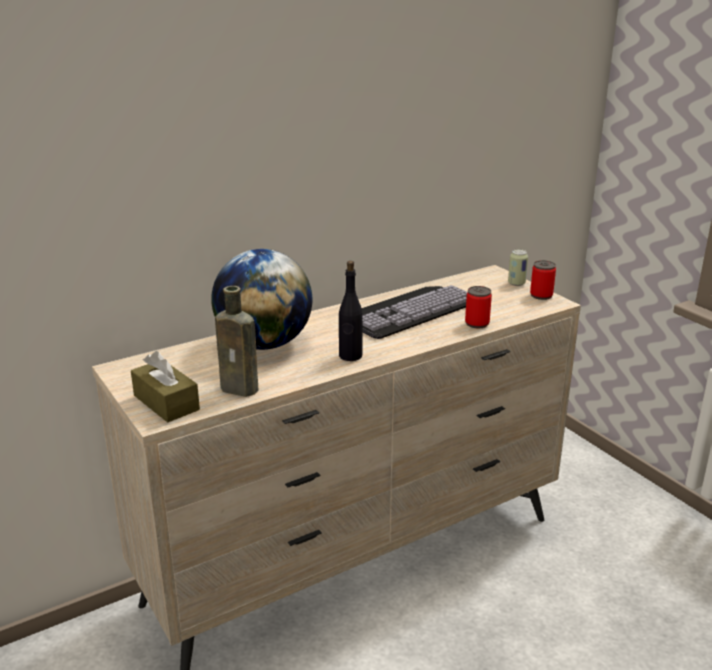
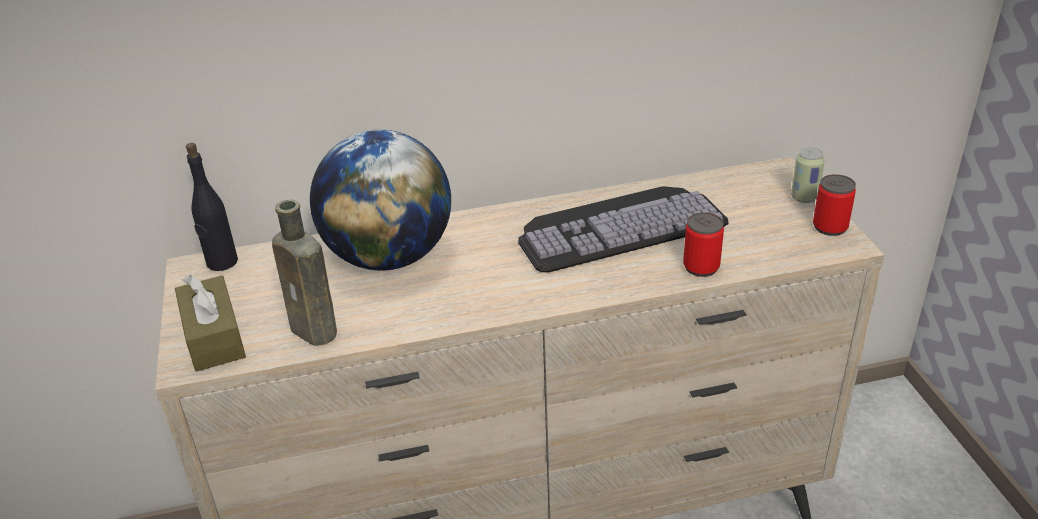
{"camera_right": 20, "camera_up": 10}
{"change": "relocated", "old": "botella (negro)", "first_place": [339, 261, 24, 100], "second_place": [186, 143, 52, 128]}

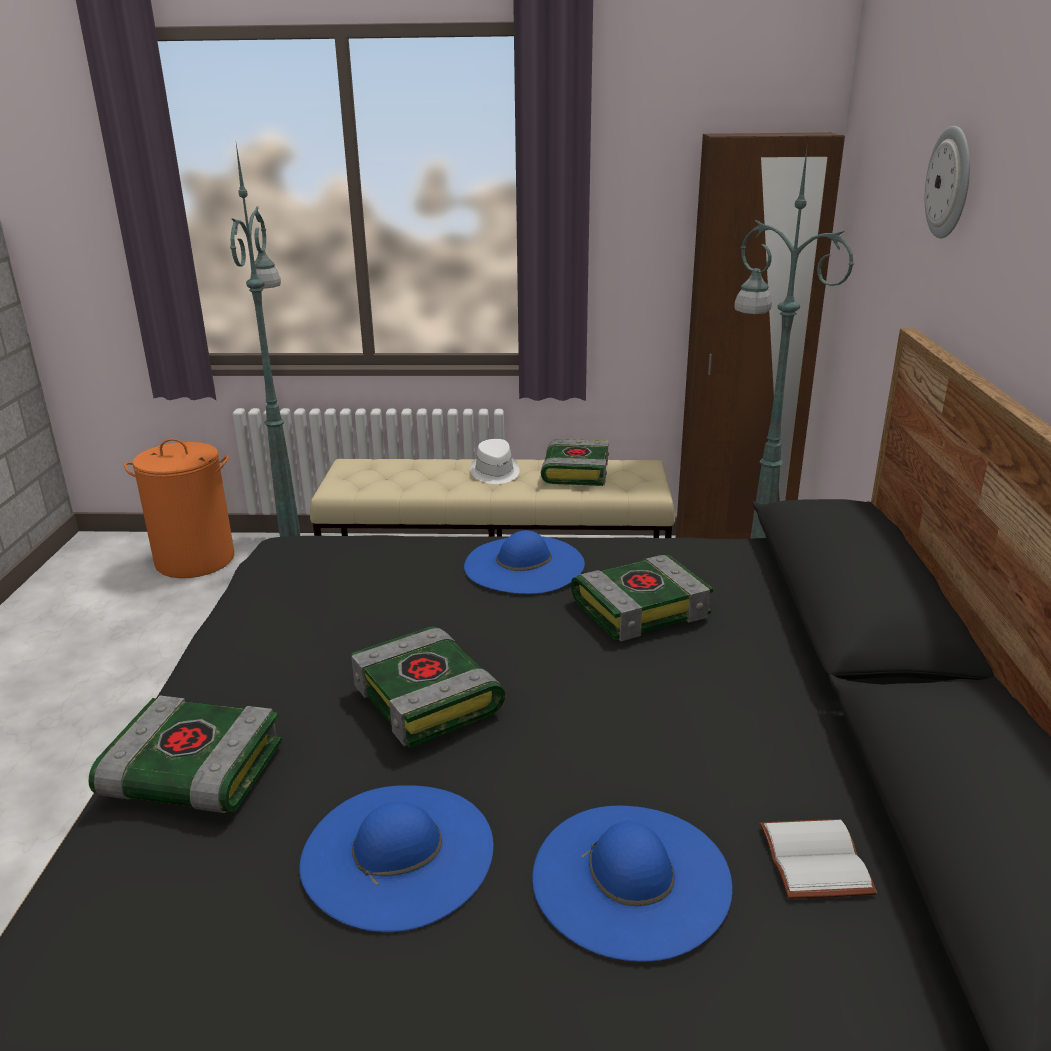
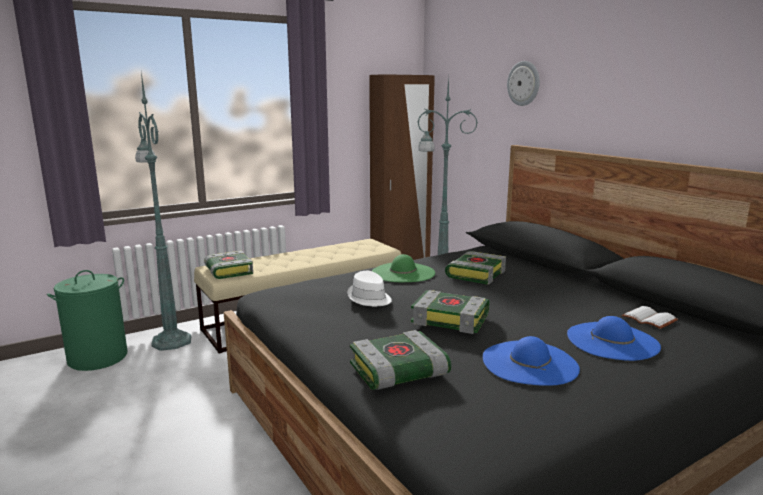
{"camera_right": -35, "camera_up": -10}
{"change": "relocated", "old": "sombrero (blanco)", "first_place": [470, 439, 50, 45], "second_place": [347, 271, 45, 35]}
{"change": "relocated", "old": "libro", "first_place": [541, 439, 68, 47], "second_place": [204, 251, 49, 28]}
{"change": "colour", "old": "cesto de la ropa (naranja)", "new": "cesto de la ropa (verde)", "first_place": [124, 439, 110, 139], "second_place": [47, 270, 80, 101]}
{"change": "colour", "old": "sombrero (azul)", "new": "sombrero (verde)", "first_place": [464, 530, 121, 64], "second_place": [372, 254, 63, 28]}

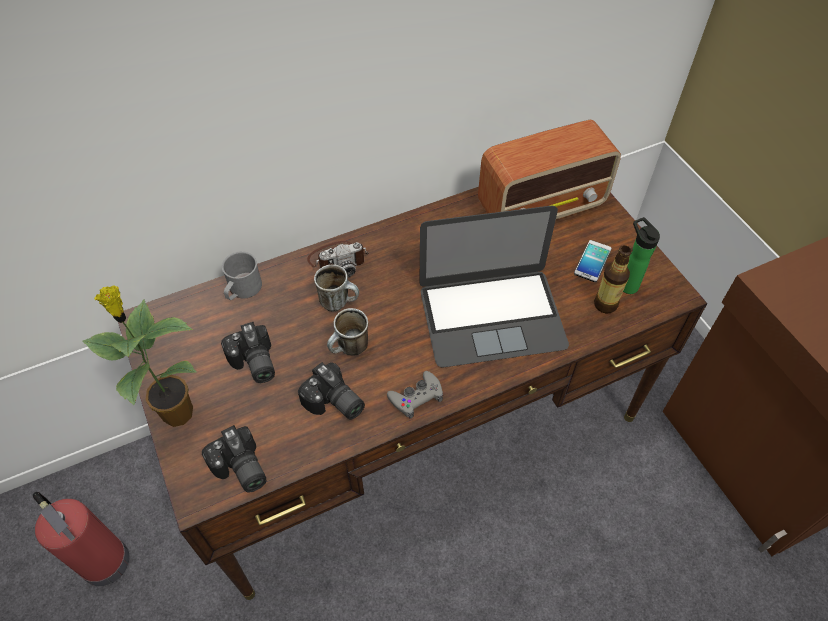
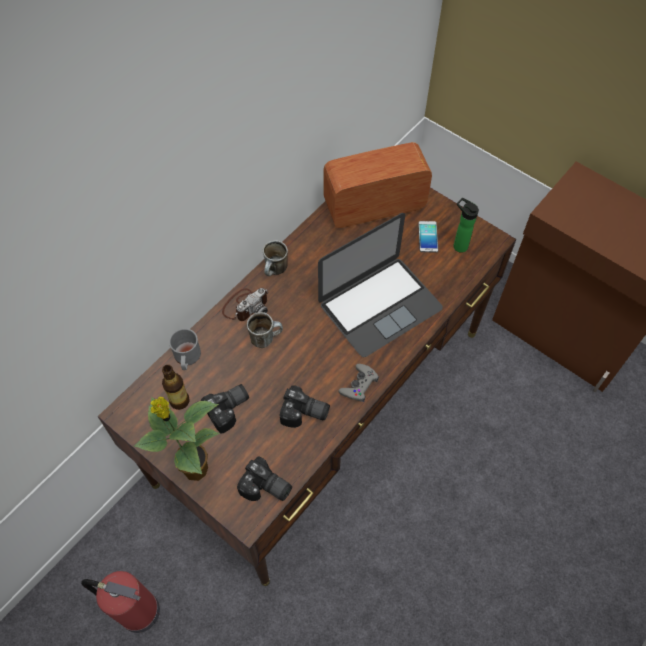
{"camera_right": -25, "camera_up": 5}
{"change": "relocated", "old": "taza grande", "first_place": [327, 308, 41, 47], "second_place": [263, 240, 25, 36]}
{"change": "relocated", "old": "botella", "first_place": [594, 245, 38, 69], "second_place": [162, 365, 28, 45]}
{"change": "spun", "old": "cámara", "first_place": [221, 322, 54, 61], "second_place": [201, 384, 48, 50], "degrees": -75}
{"change": "spun", "old": "radio", "first_place": [478, 120, 143, 99], "second_place": [323, 142, 109, 86], "degrees": -150}

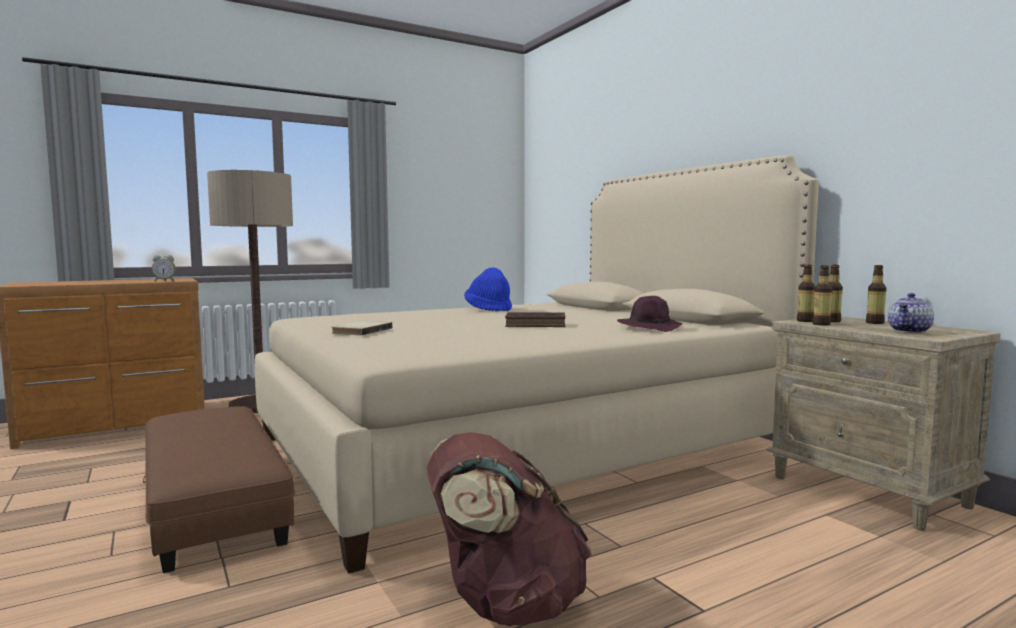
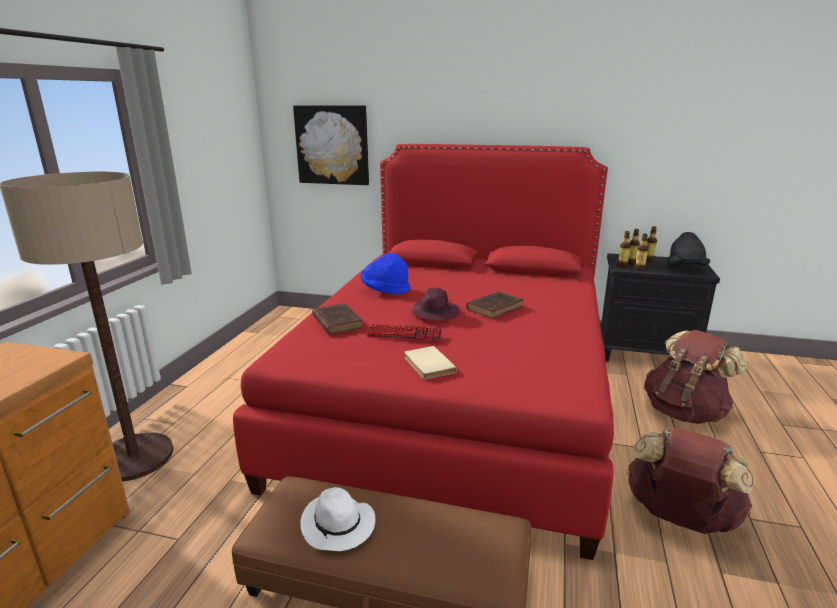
{"camera_right": -45, "camera_up": 15}
{"change": "missing", "old": "despertador", "first_place": [152, 255, 24, 27]}
{"change": "appeared", "new": "cuadro", "second_place": [293, 105, 76, 80]}
{"change": "appeared", "new": "sombrero (blanco)", "second_place": [300, 487, 75, 64]}
{"change": "appeared", "new": "libro (marrón)", "second_place": [312, 303, 51, 32]}
{"change": "appeared", "new": "teclado", "second_place": [367, 324, 75, 16]}
{"change": "appeared", "new": "mochila (marrón)", "second_place": [644, 330, 103, 94]}
{"change": "relocated", "old": "sombrero (morado)", "first_place": [617, 296, 66, 36], "second_place": [411, 288, 48, 32]}
{"change": "exchanged", "old": "tetera", "new": "sombrero (negro)", "first_place": [888, 293, 46, 40], "second_place": [666, 232, 44, 34]}
{"change": "colour", "old": "cama (beis)", "new": "cama (rojo)", "first_place": [255, 155, 564, 419], "second_place": [233, 144, 381, 416]}
{"change": "colour", "old": "mesita de noche (beis)", "new": "mesita de noche (negro)", "first_place": [766, 316, 234, 215], "second_place": [600, 253, 120, 109]}

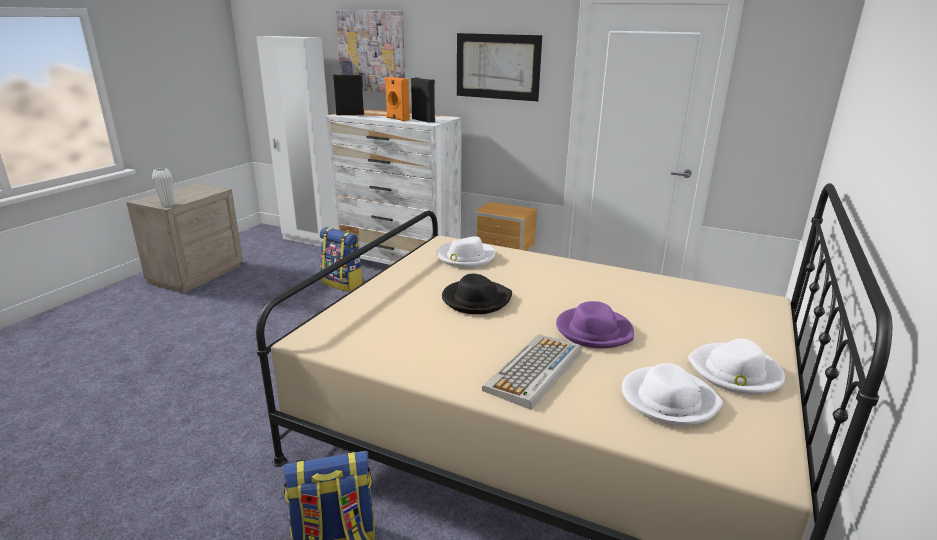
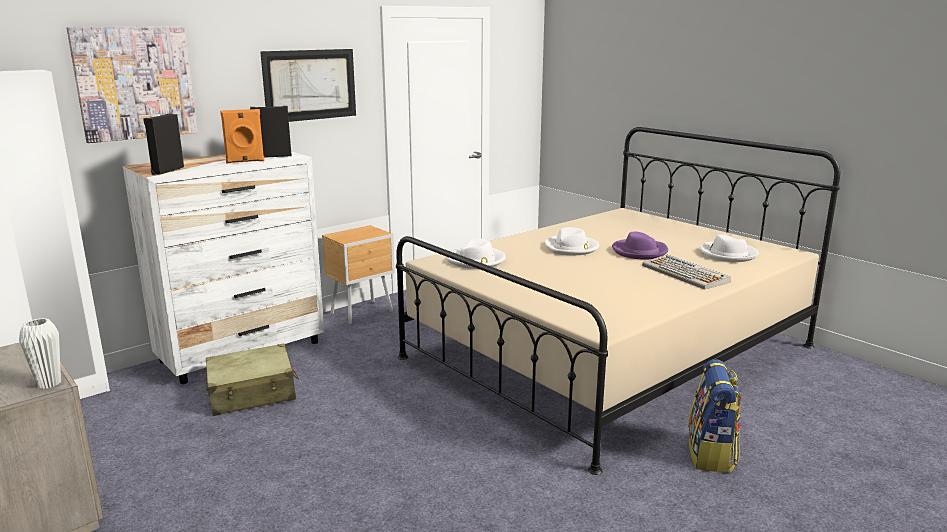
{"camera_right": -65, "camera_up": -5}
{"change": "missing", "old": "sombrero (negro)", "first_place": [442, 274, 70, 40]}
{"change": "relocated", "old": "sombrero (blanco)", "first_place": [688, 338, 97, 57], "second_place": [545, 227, 54, 29]}
{"change": "exchanged", "old": "mochila", "new": "maleta (beis)", "first_place": [320, 227, 43, 65], "second_place": [206, 344, 93, 72]}

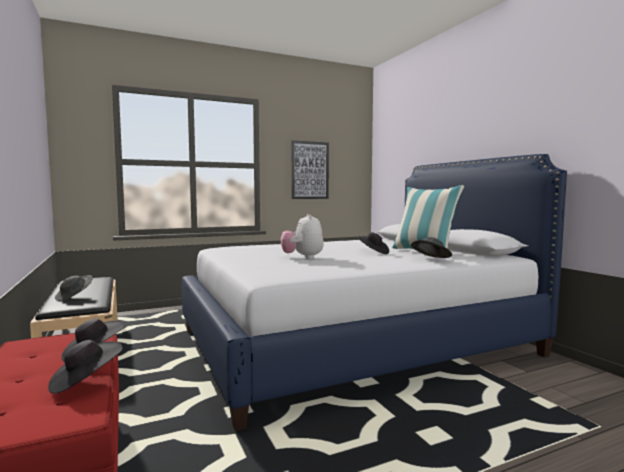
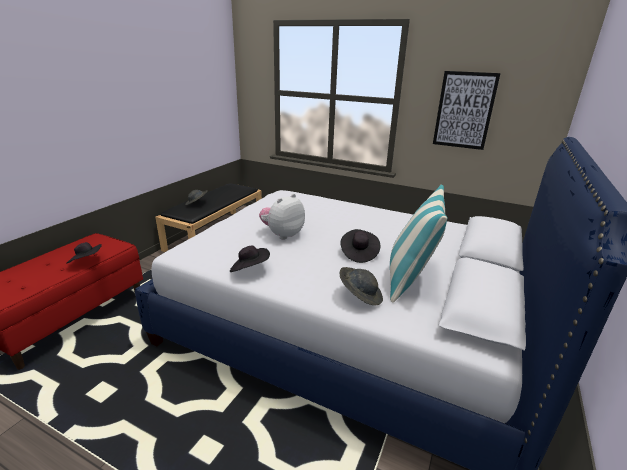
{"camera_right": 50, "camera_up": 20}
{"change": "relocated", "old": "sombrero (negro)", "first_place": [48, 340, 75, 54], "second_place": [230, 246, 40, 26]}

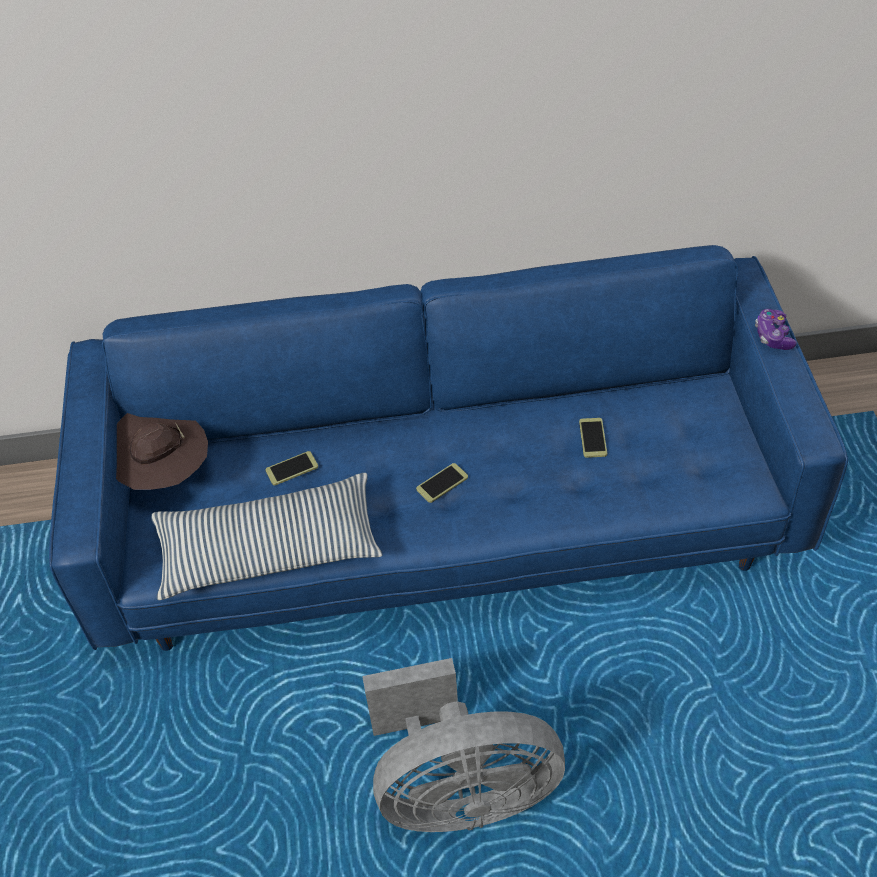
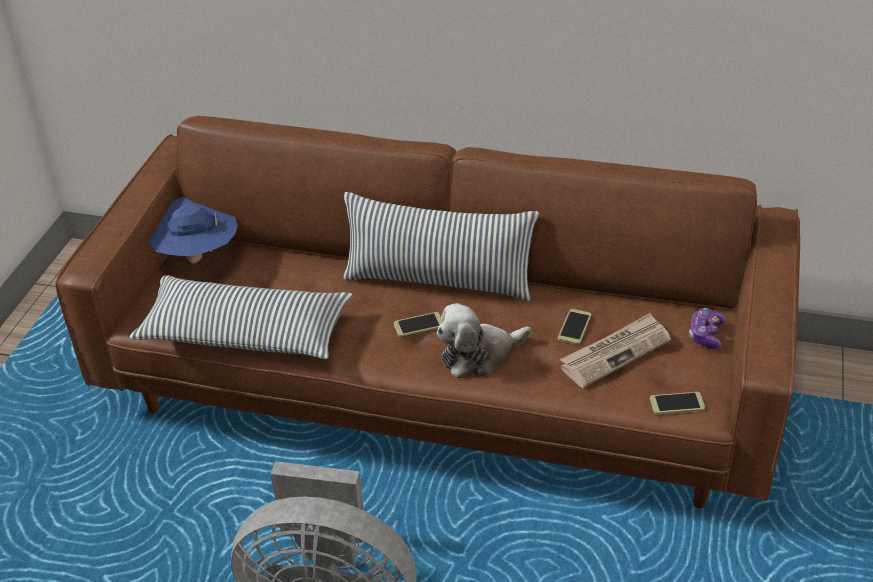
{"camera_right": 20, "camera_up": -10}
{"change": "appeared", "new": "cojín", "second_place": [343, 192, 196, 109]}
{"change": "appeared", "new": "peluche", "second_place": [436, 303, 95, 75]}
{"change": "appeared", "new": "periódico", "second_place": [560, 313, 111, 75]}
{"change": "relocated", "old": "móvil", "first_place": [265, 451, 53, 34], "second_place": [650, 392, 55, 22]}
{"change": "relocated", "old": "mando de consola", "first_place": [755, 309, 42, 41], "second_place": [689, 308, 37, 41]}
{"change": "colour", "old": "sofá (azul)", "new": "sofá (marrón)", "first_place": [49, 245, 799, 406], "second_place": [55, 116, 745, 392]}
{"change": "colour", "old": "sombrero (marrón)", "new": "sombrero (azul)", "first_place": [116, 413, 92, 77], "second_place": [148, 197, 90, 66]}

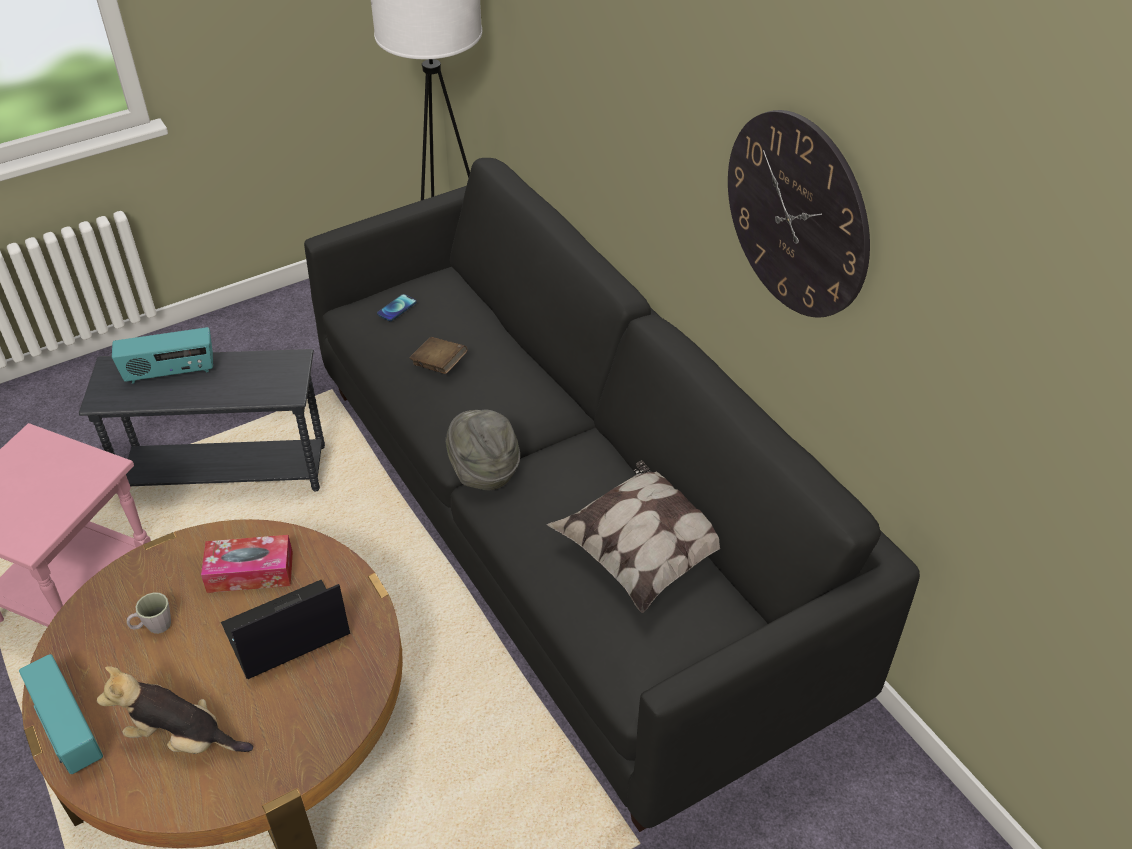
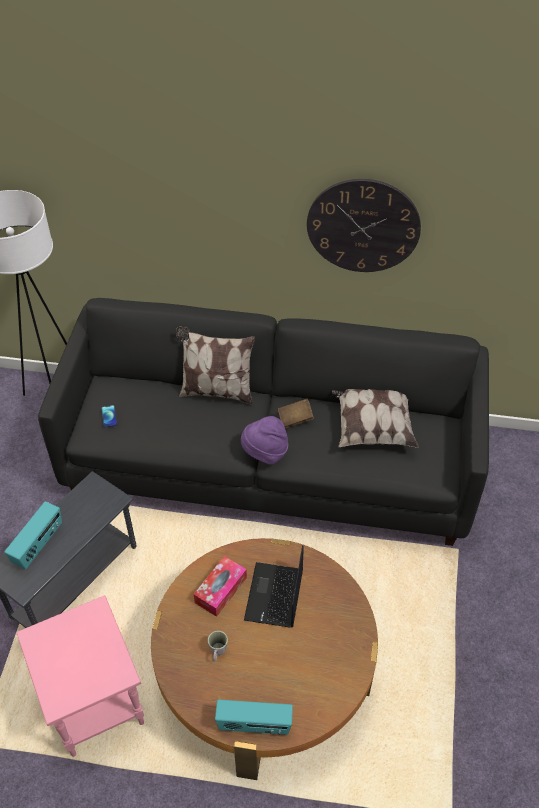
{"camera_right": -50, "camera_up": 5}
{"change": "missing", "old": "peluche", "first_place": [97, 666, 156, 88]}
{"change": "appeared", "new": "cojín", "second_place": [176, 326, 79, 79]}
{"change": "relocated", "old": "libro (marrón)", "first_place": [409, 337, 58, 37], "second_place": [278, 399, 36, 30]}
{"change": "colour", "old": "sombrero (gris)", "new": "sombrero (morado)", "first_place": [445, 410, 75, 80], "second_place": [241, 416, 47, 49]}

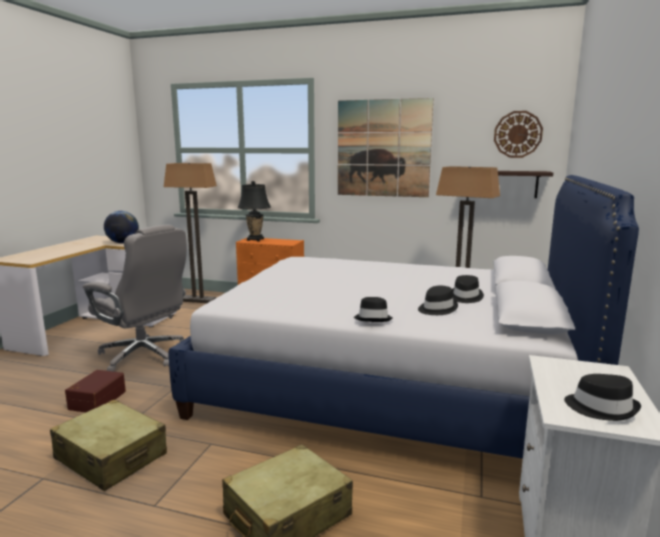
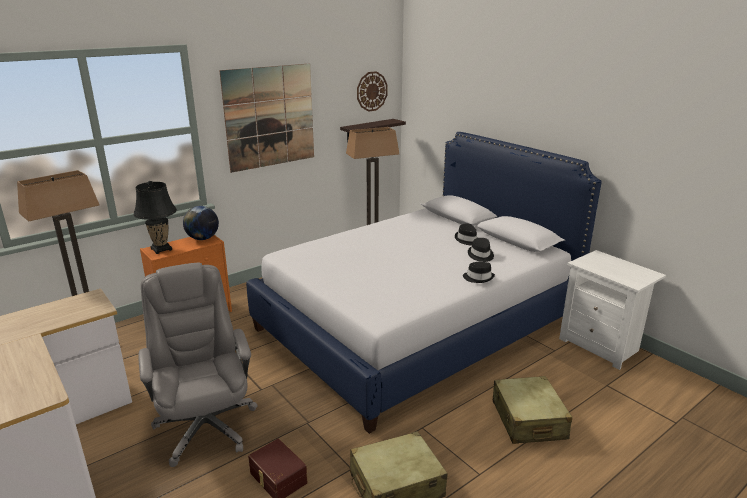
{"camera_right": -55, "camera_up": 10}
{"change": "missing", "old": "sombrero (negro)", "first_place": [564, 374, 77, 47]}
{"change": "relocated", "old": "globo terráqueo", "first_place": [104, 211, 35, 32], "second_place": [183, 206, 36, 34]}
{"change": "spun", "old": "silla de oficina (gris)", "first_place": [83, 224, 104, 148], "second_place": [138, 263, 120, 204], "degrees": -90}

